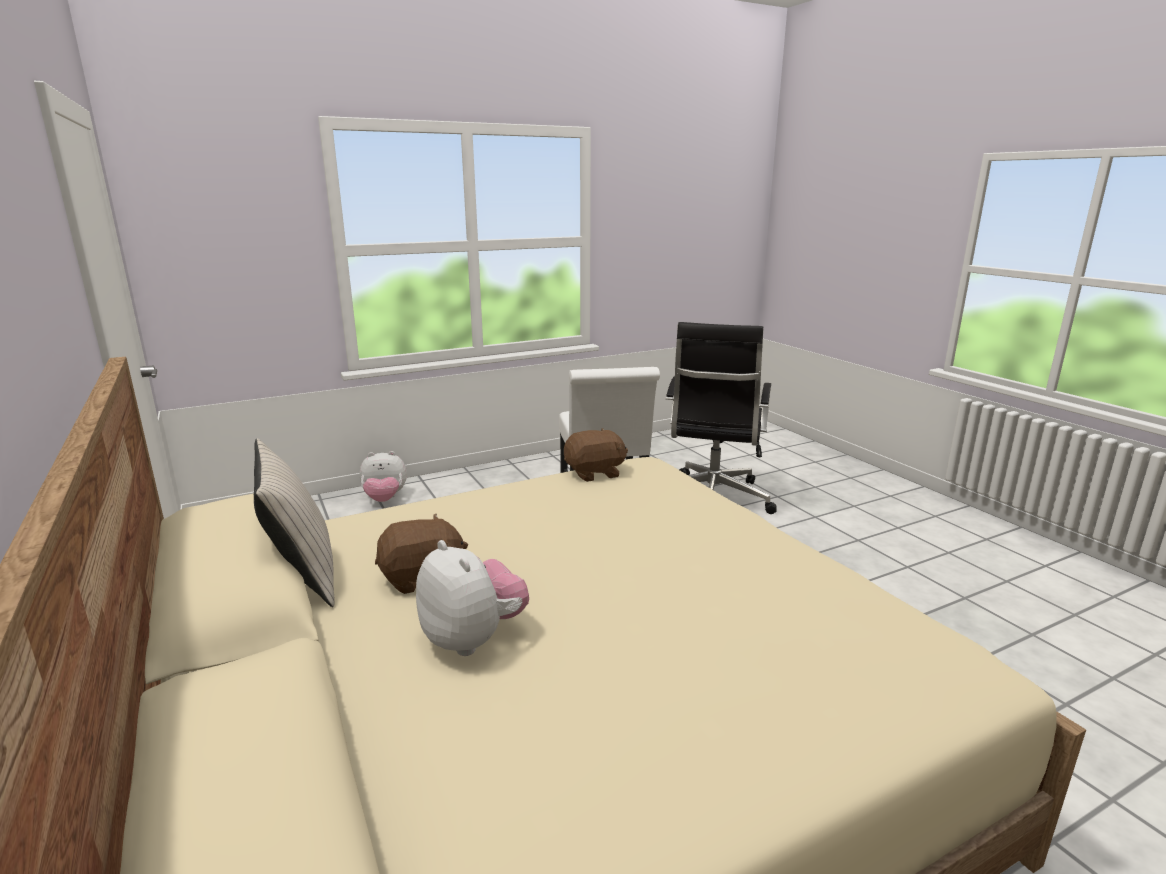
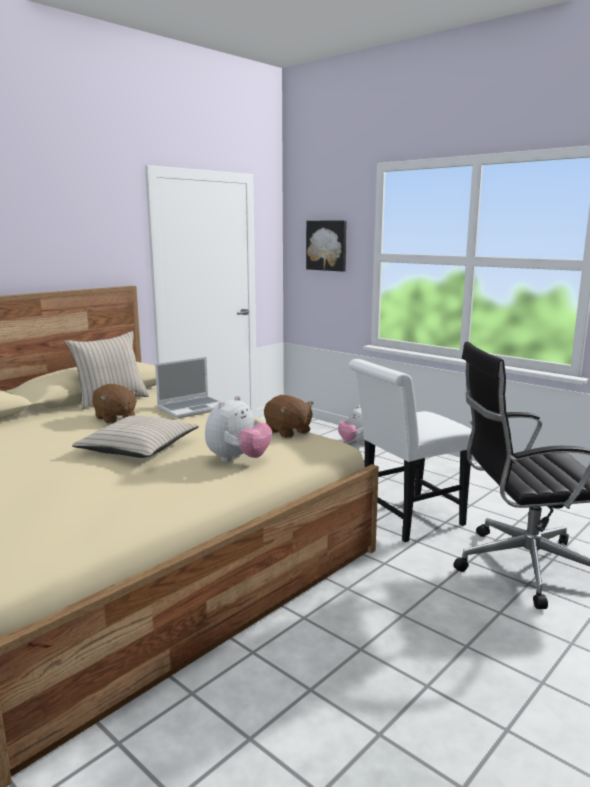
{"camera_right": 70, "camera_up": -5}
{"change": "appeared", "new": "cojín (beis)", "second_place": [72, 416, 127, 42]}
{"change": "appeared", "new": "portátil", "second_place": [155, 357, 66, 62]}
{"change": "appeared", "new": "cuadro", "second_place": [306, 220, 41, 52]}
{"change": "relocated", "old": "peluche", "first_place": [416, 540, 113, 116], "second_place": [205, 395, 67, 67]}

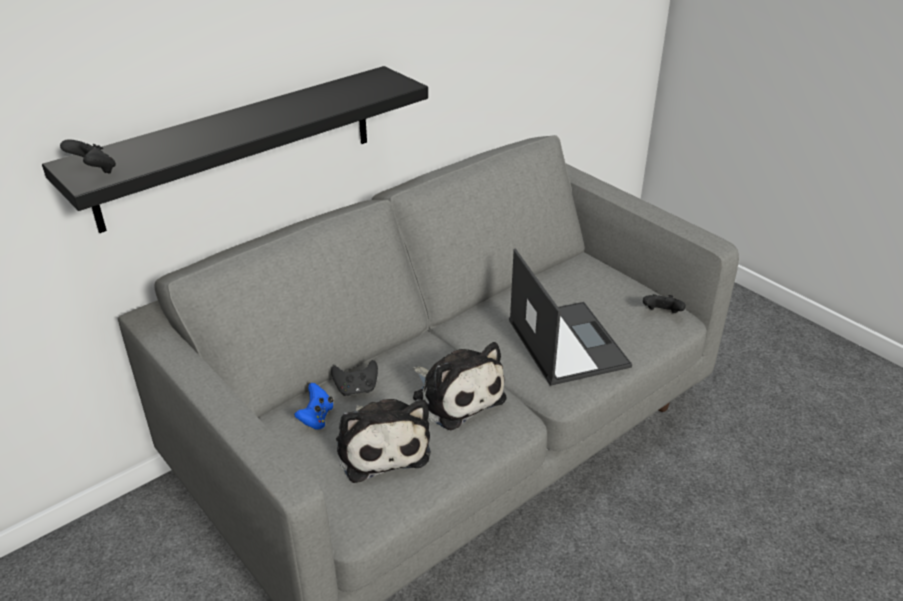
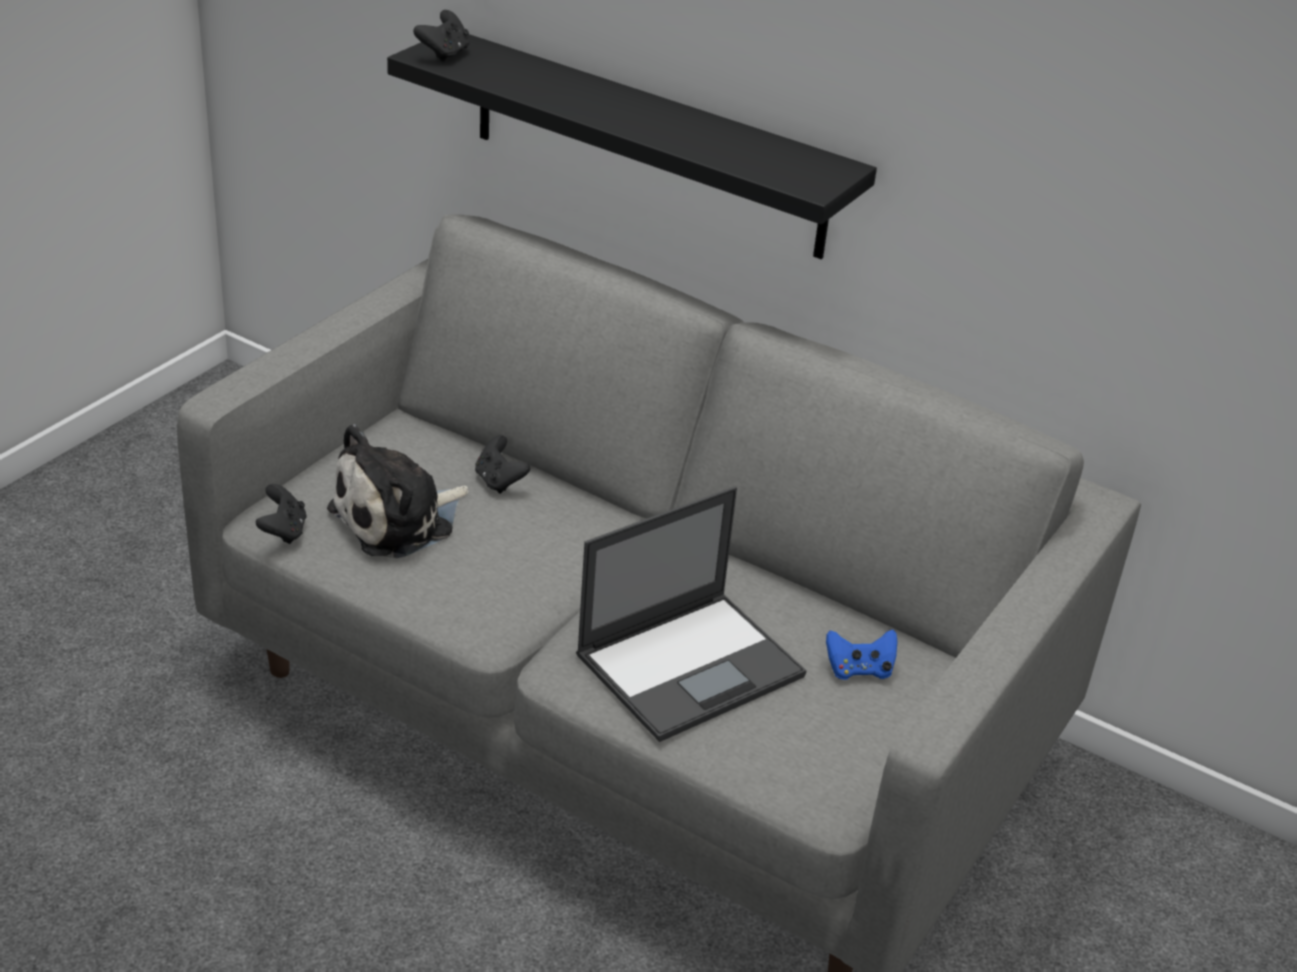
{"camera_right": 70, "camera_up": 0}
{"change": "missing", "old": "peluche", "first_place": [413, 342, 94, 88]}
{"change": "relocated", "old": "mando de consola (azul)", "first_place": [294, 383, 39, 47], "second_place": [826, 630, 71, 50]}
{"change": "relocated", "old": "mando de consola (negro)", "first_place": [643, 294, 43, 19], "second_place": [256, 484, 51, 60]}

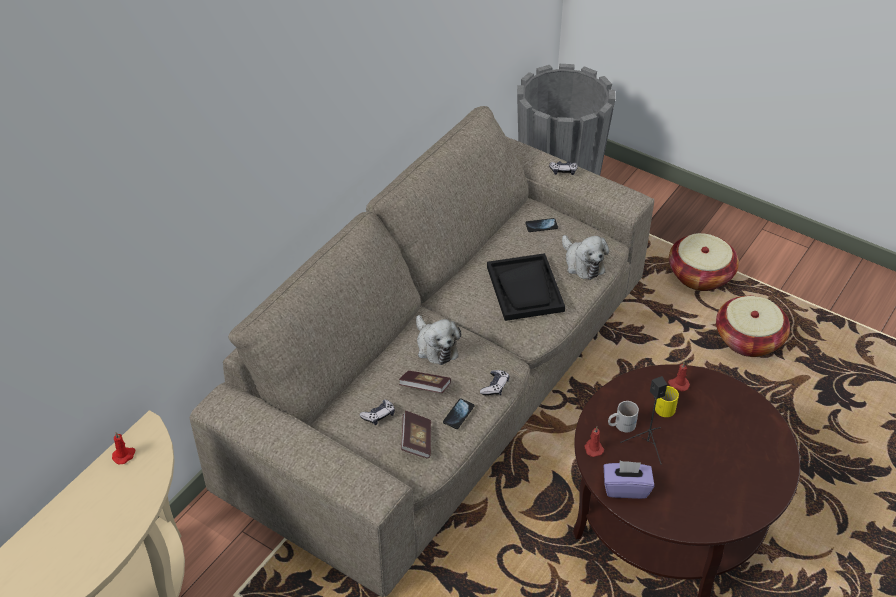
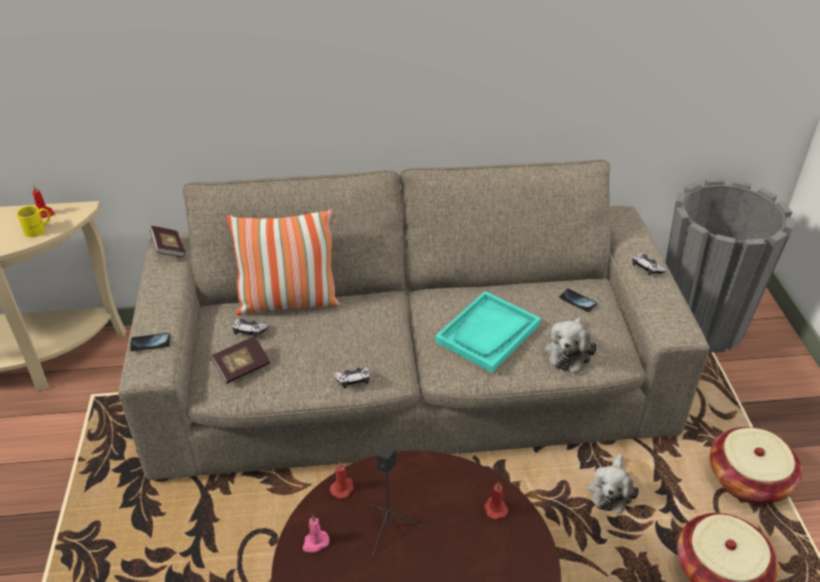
{"camera_right": 50, "camera_up": -5}
{"change": "missing", "old": "taza grande (blanco)", "first_place": [608, 401, 31, 31]}
{"change": "appeared", "new": "cojín", "second_place": [226, 210, 114, 106]}
{"change": "relocated", "old": "libro", "first_place": [399, 371, 52, 22], "second_place": [150, 226, 36, 31]}
{"change": "relocated", "old": "peluche", "first_place": [416, 315, 45, 50], "second_place": [588, 454, 51, 60]}
{"change": "relocated", "old": "móvil", "first_place": [443, 398, 32, 31], "second_place": [130, 333, 40, 18]}
{"change": "relocated", "old": "taza grande (amarillo)", "first_place": [655, 386, 24, 31], "second_place": [17, 206, 33, 31]}
{"change": "exchanged", "old": "caja de pañuelos (morado)", "new": "vela (rosa)", "first_place": [604, 461, 50, 38], "second_place": [302, 515, 27, 37]}
{"change": "colour", "old": "bandeja (negro)", "new": "bandeja (turquesa)", "first_place": [487, 253, 78, 68], "second_place": [435, 291, 106, 82]}

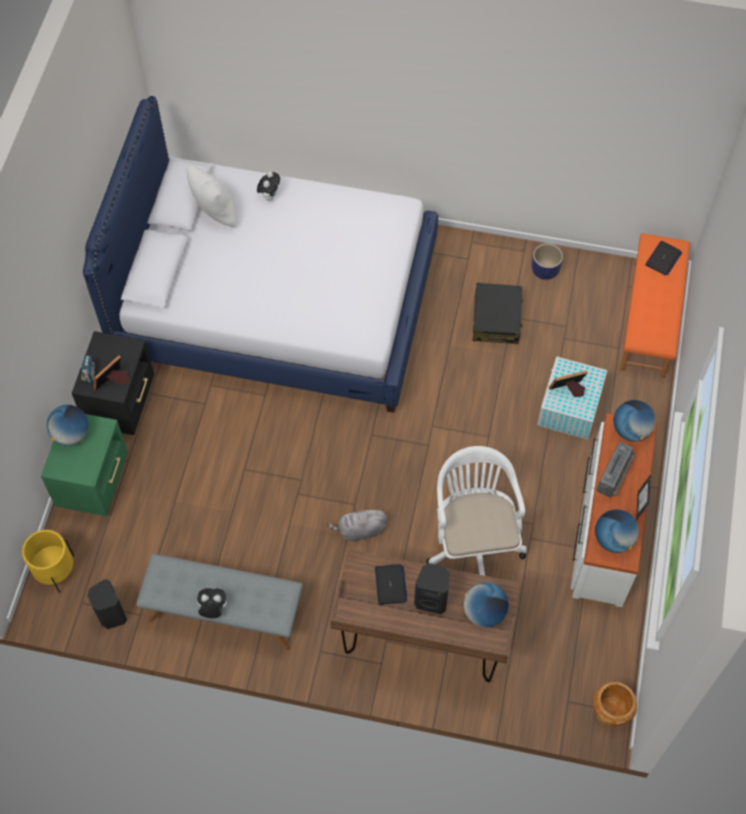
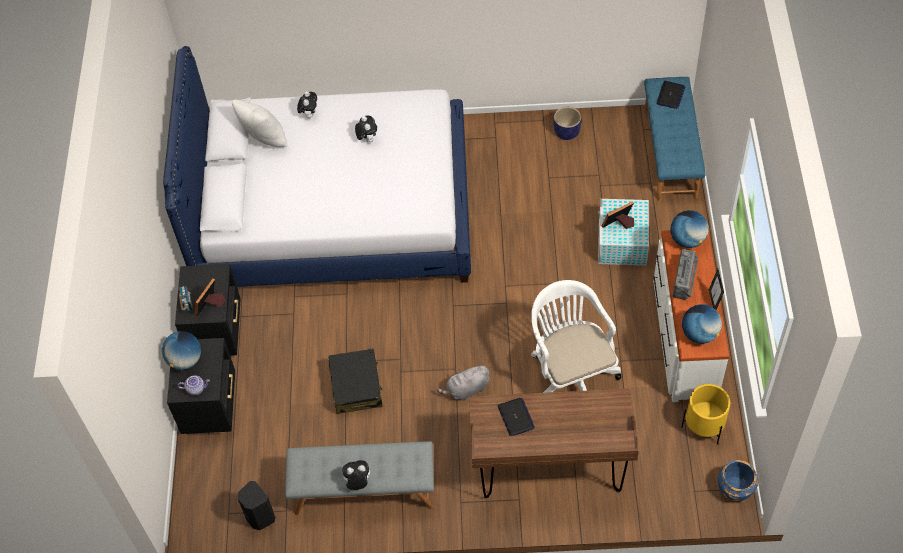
{"camera_right": -10, "camera_up": -5}
{"change": "missing", "old": "altavoz (negro)", "first_place": [414, 563, 36, 51]}
{"change": "missing", "old": "globo terráqueo", "first_place": [463, 582, 46, 46]}
{"change": "appeared", "new": "tetera", "second_place": [178, 375, 32, 20]}
{"change": "appeared", "new": "peluche", "second_place": [355, 115, 22, 27]}
{"change": "relocated", "old": "maceta (amarillo)", "first_place": [22, 530, 52, 63], "second_place": [681, 384, 49, 60]}
{"change": "relocated", "old": "maleta (negro)", "first_place": [472, 283, 51, 61], "second_place": [328, 349, 55, 65]}
{"change": "colour", "old": "mesita de noche (verde)", "new": "mesita de noche (negro)", "first_place": [41, 414, 87, 102], "second_place": [167, 338, 68, 96]}
{"change": "colour", "old": "maceta (marrón)", "new": "maceta (azul)", "first_place": [594, 682, 43, 44], "second_place": [718, 460, 40, 41]}
{"change": "colour", "old": "banco (naranja)", "new": "banco (azul)", "first_place": [620, 234, 70, 145], "second_place": [644, 77, 62, 125]}

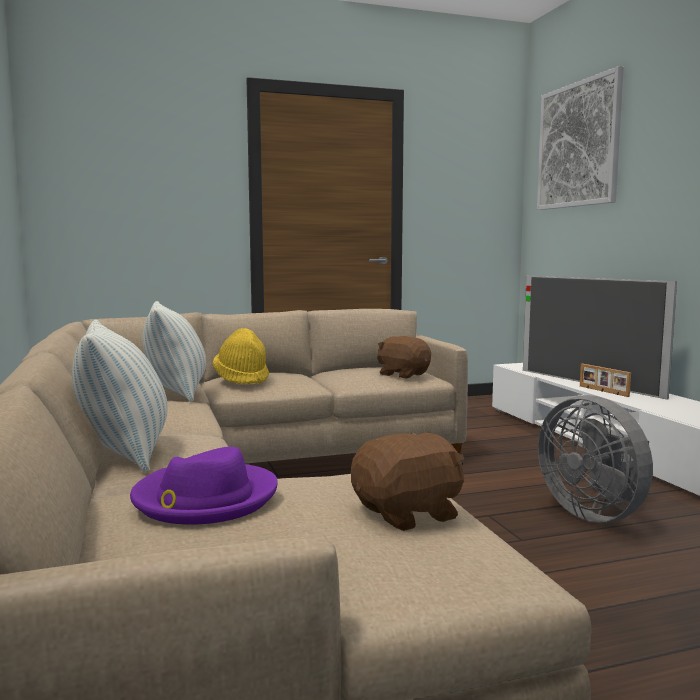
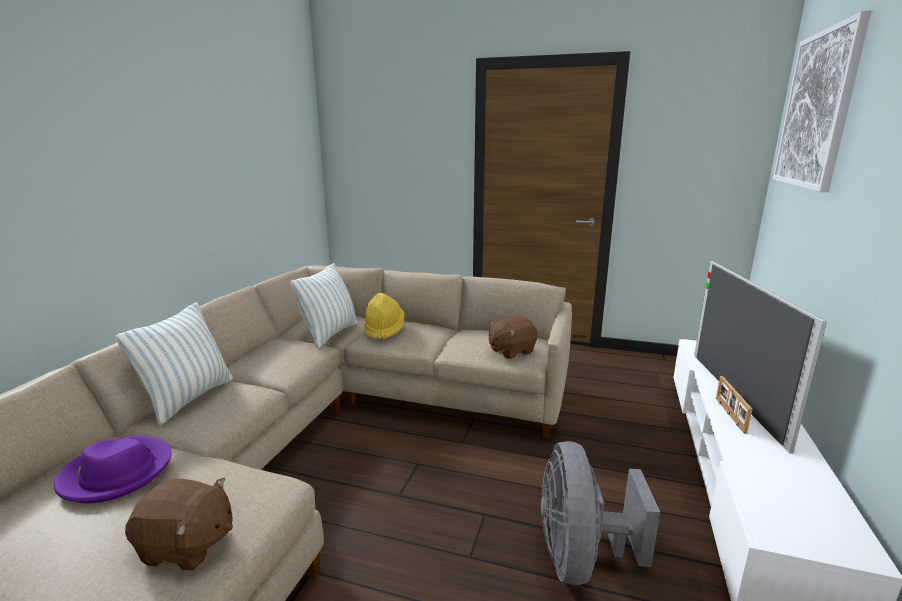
{"camera_right": 35, "camera_up": 10}
{"change": "spun", "old": "peluche (marrón)", "first_place": [377, 336, 54, 42], "second_place": [489, 316, 49, 43], "degrees": -105}

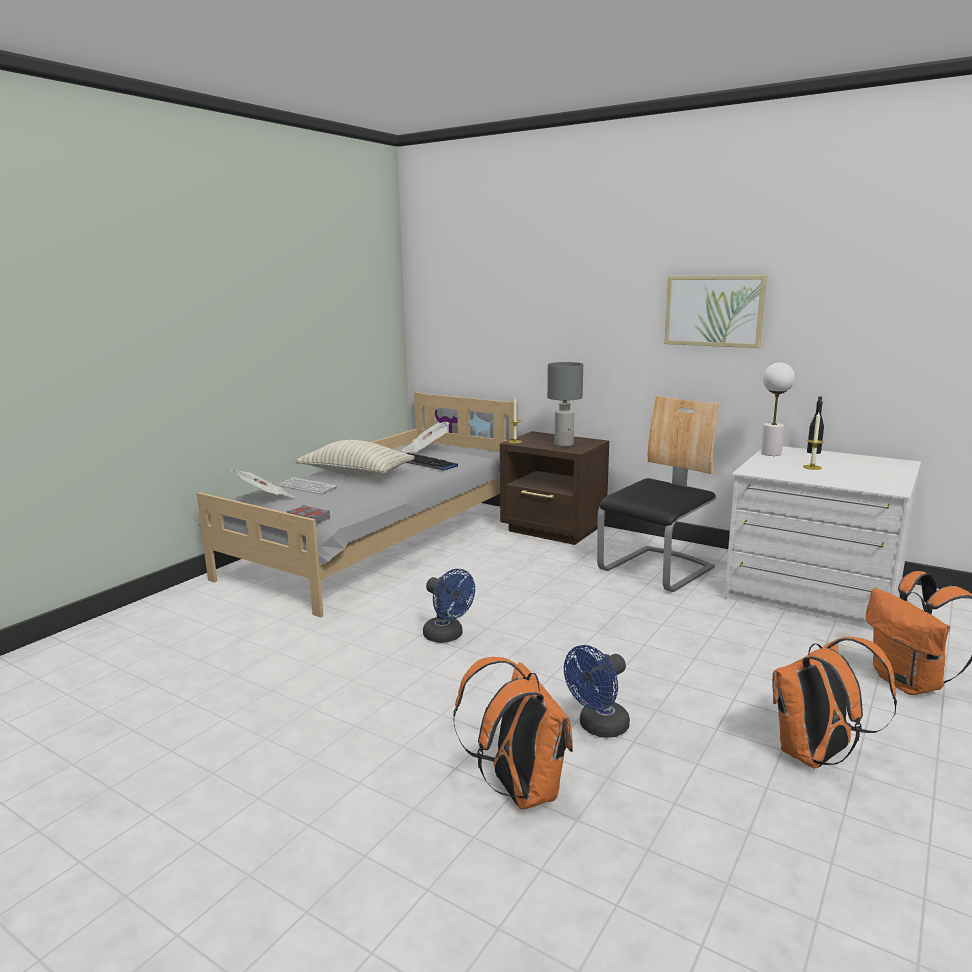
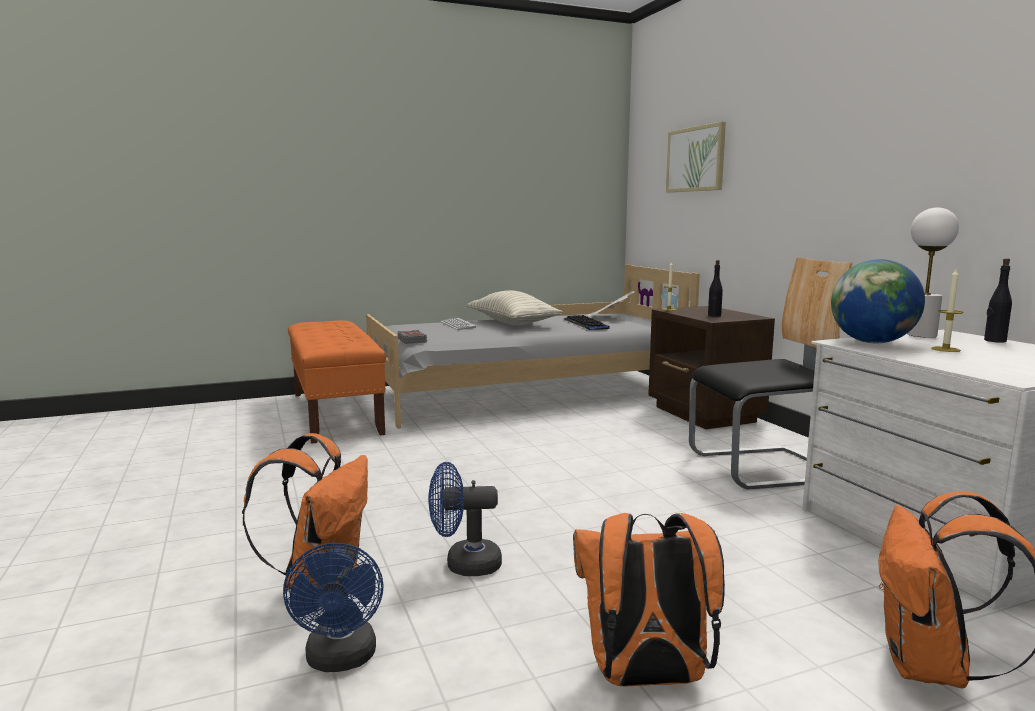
{"camera_right": 35, "camera_up": -5}
{"change": "missing", "old": "periódico", "first_place": [230, 470, 64, 27]}
{"change": "appeared", "new": "banco (naranja)", "second_place": [288, 320, 98, 124]}
{"change": "appeared", "new": "globo terráqueo", "second_place": [831, 259, 94, 84]}
{"change": "relocated", "old": "ventilador (azul)", "first_place": [423, 569, 52, 74], "second_place": [283, 543, 101, 129]}
{"change": "relocated", "old": "cuadro", "first_place": [664, 275, 103, 73], "second_place": [666, 122, 60, 71]}
{"change": "exchanged", "old": "lámpara de mesa (gris)", "new": "botella (negro)", "first_place": [547, 362, 36, 85], "second_place": [708, 260, 15, 57]}

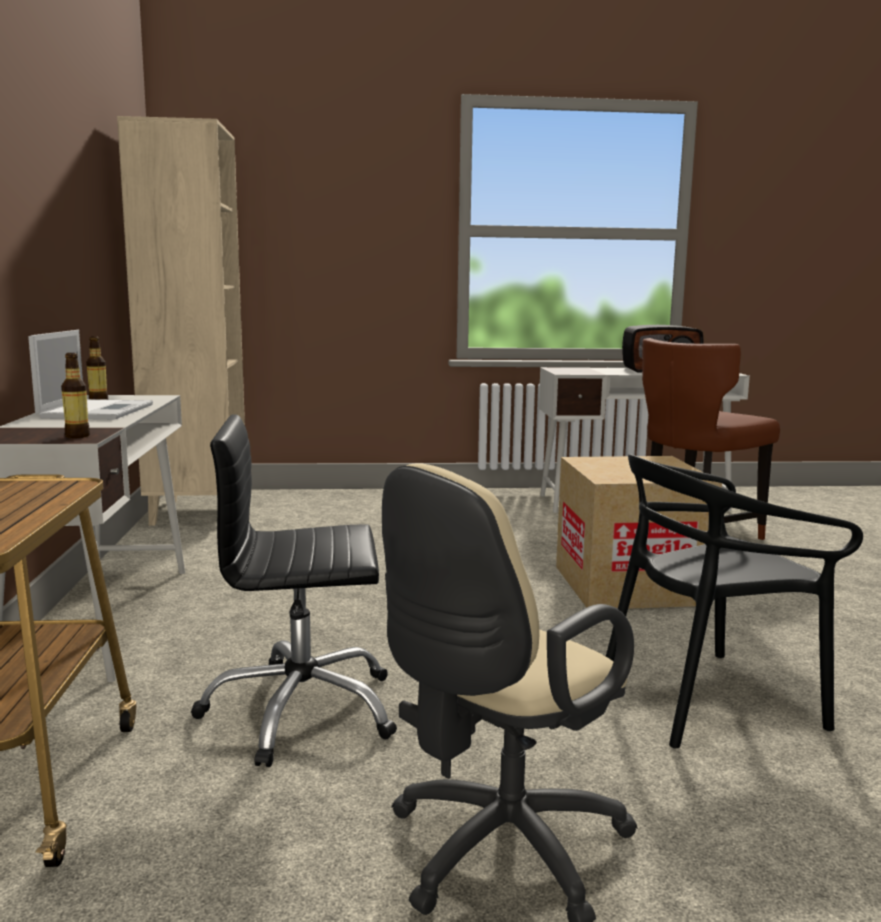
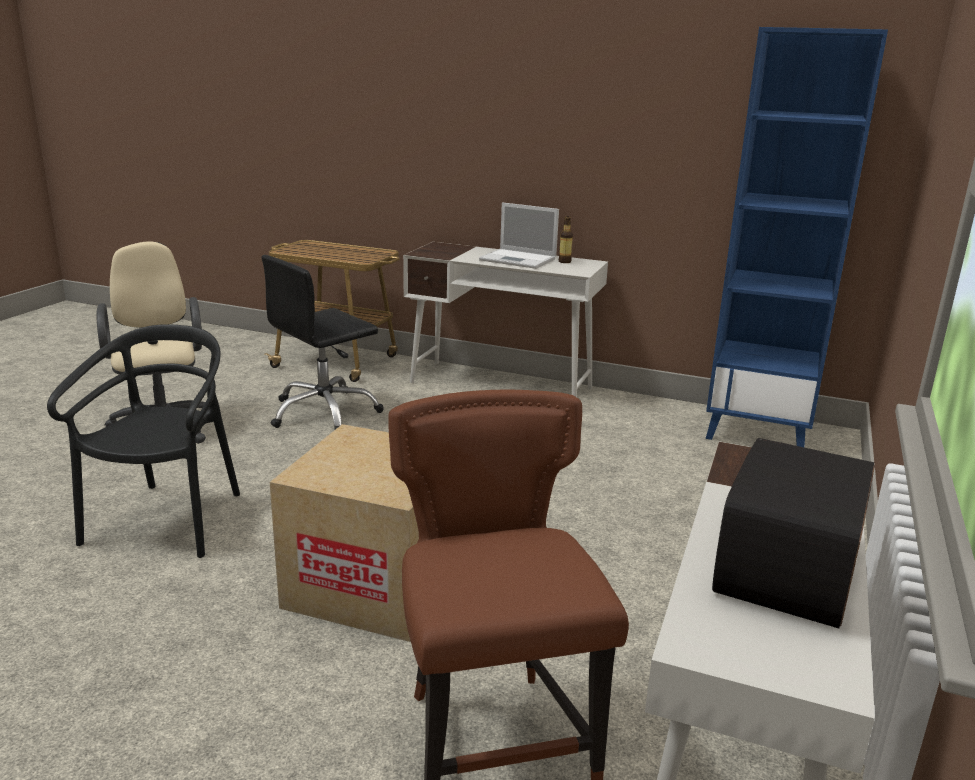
{"camera_right": 115, "camera_up": 10}
{"change": "missing", "old": "botella", "first_place": [61, 353, 29, 85]}
{"change": "colour", "old": "estantería (beis)", "new": "estantería (azul)", "first_place": [117, 116, 128, 410], "second_place": [705, 27, 183, 421]}
{"change": "spun", "old": "silla de oficina (negro)", "first_place": [191, 414, 206, 353], "second_place": [262, 255, 122, 175], "degrees": -150}

